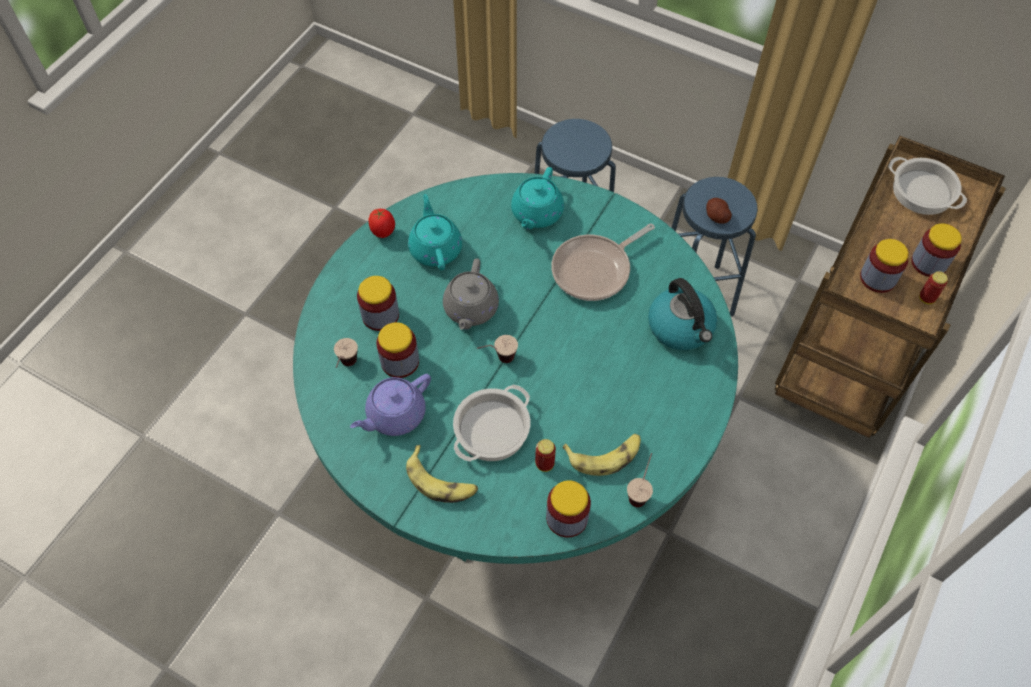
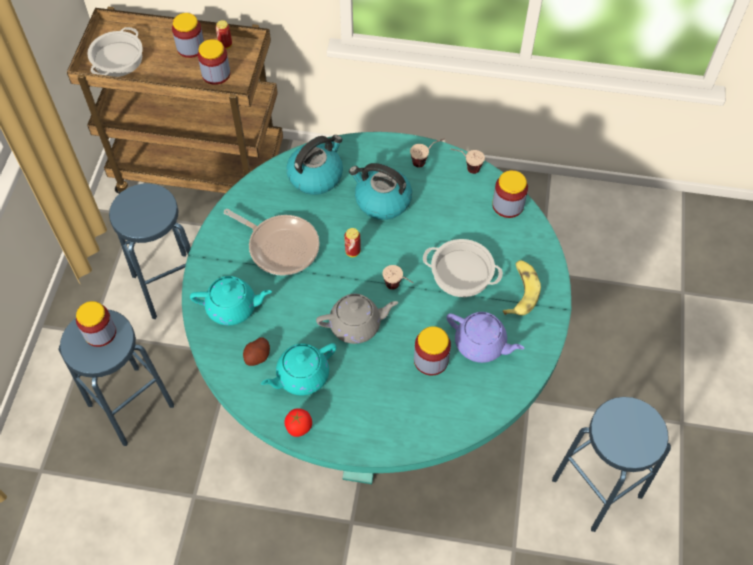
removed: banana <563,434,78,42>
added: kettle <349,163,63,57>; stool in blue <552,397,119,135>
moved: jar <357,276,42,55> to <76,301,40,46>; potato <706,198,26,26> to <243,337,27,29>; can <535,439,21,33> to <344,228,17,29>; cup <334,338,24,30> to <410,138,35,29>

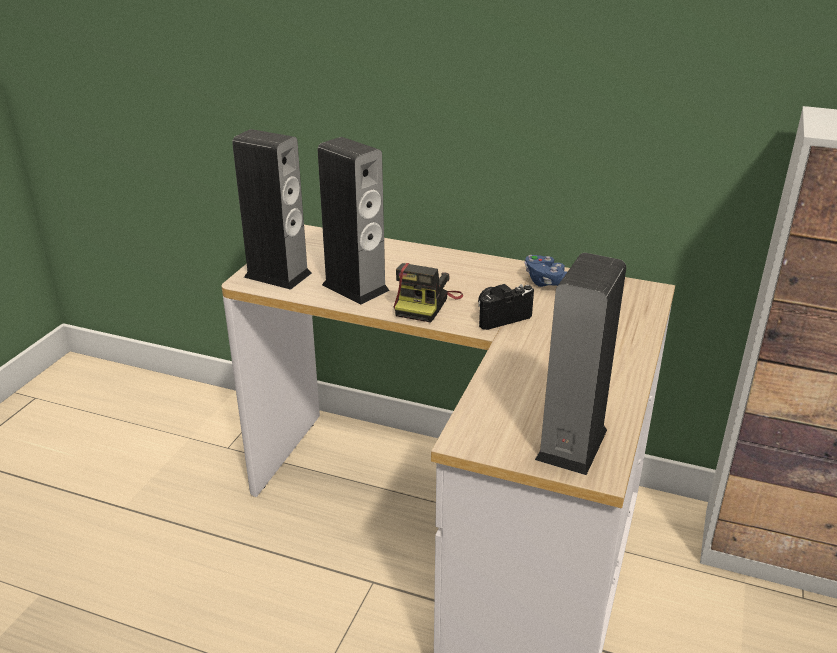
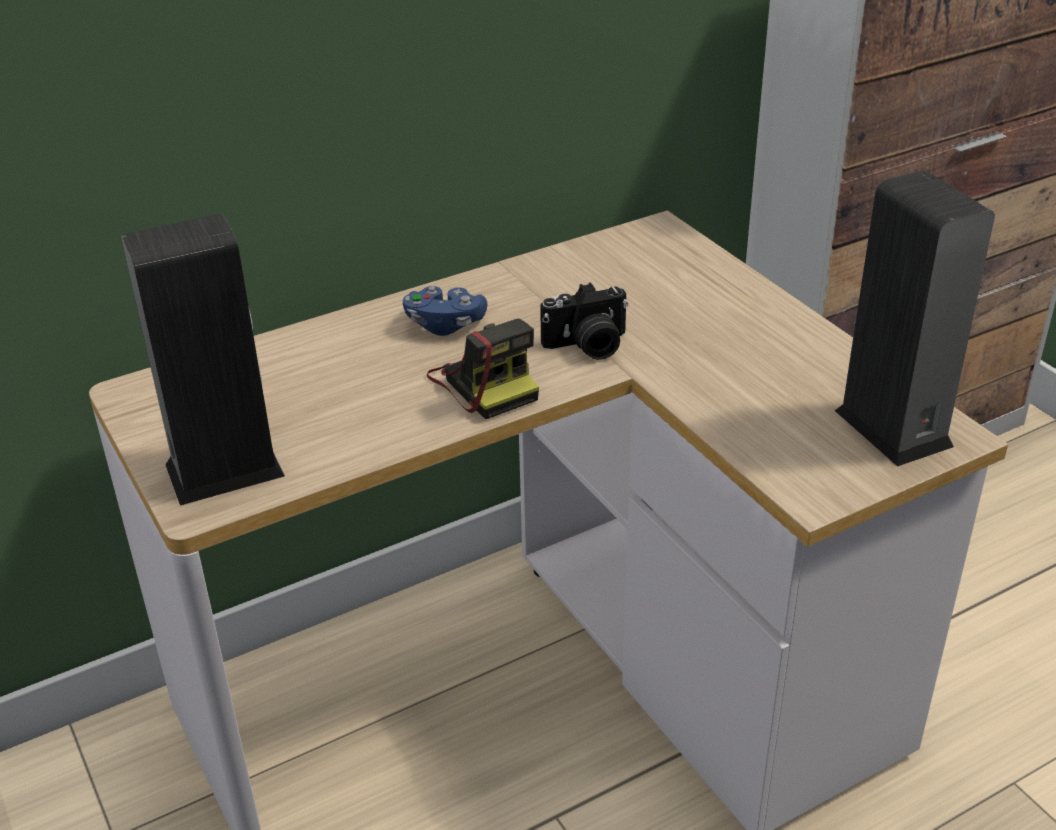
removed: speaker <318,137,72,167>
moved: game controller in blue <524,255,43,32> to <403,286,84,50>
turned: photo camera <478,284,56,46> = <540,283,88,77> 120 degrees counterclockwise

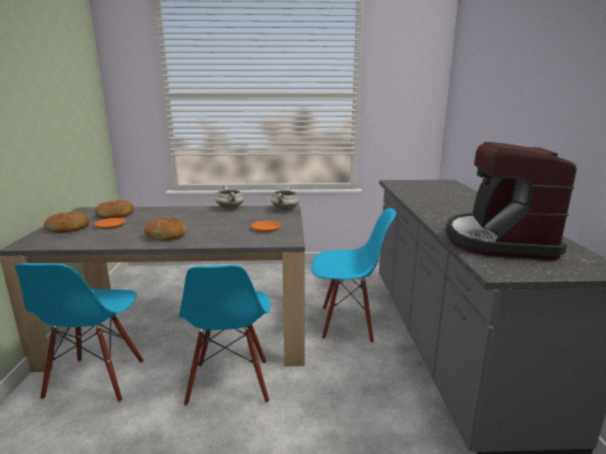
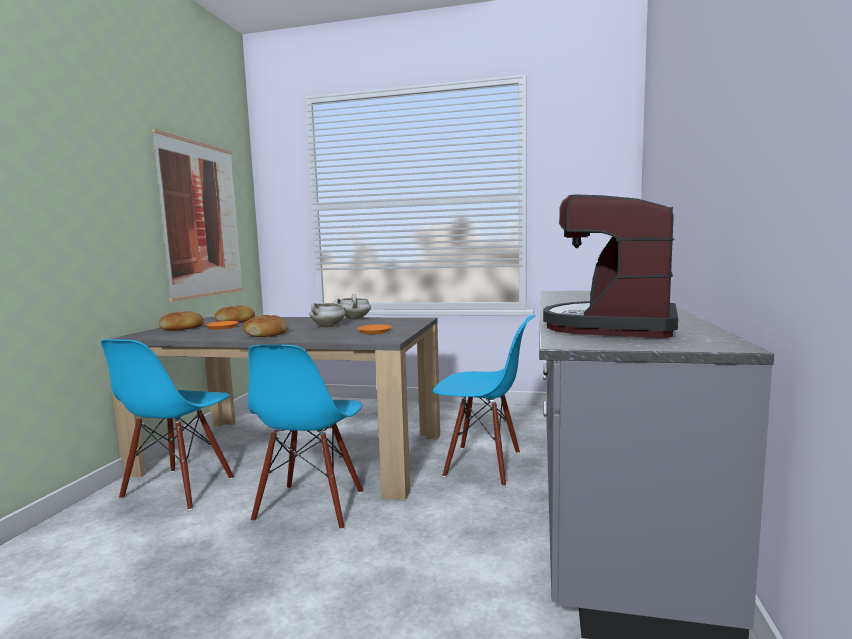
added: picture <152,129,91,173>
moved: cooking pot in white <271,186,29,25> to <309,299,37,28>

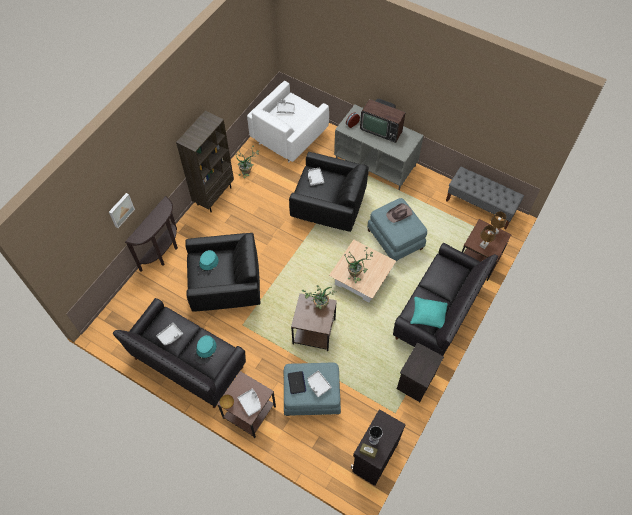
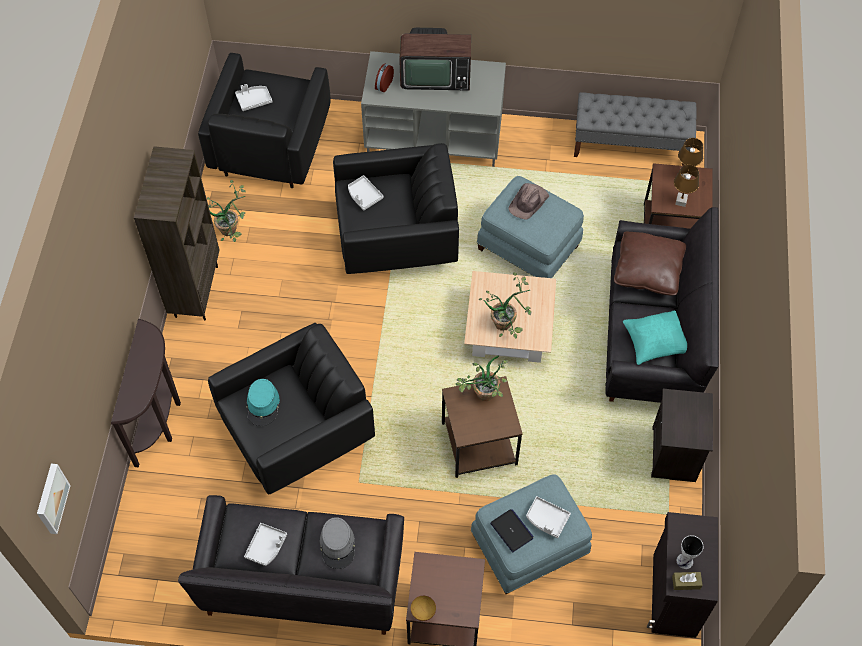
removed: tray in grey <237,389,24,27>
added: pillow in brown <614,231,72,65>
moved: picture <109,193,26,35> to <37,463,34,71>
recoloured: armchair in white <247,81,82,81> to armchair in black <198,53,132,135>; hat in turquoise <194,335,22,29> to hat in grey <320,517,35,52>

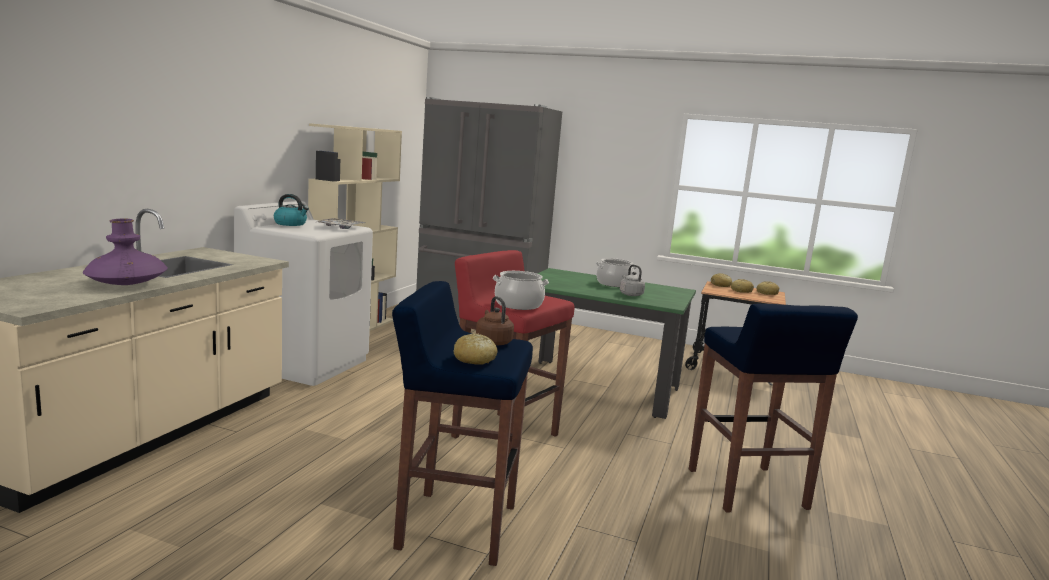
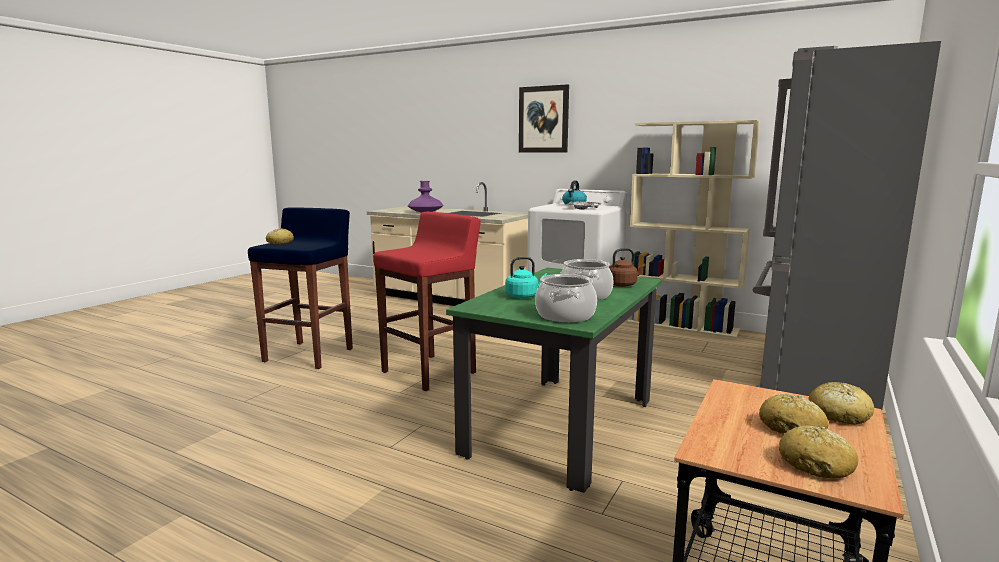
removed: stool in blue <689,304,169,208>
added: picture <519,84,50,69>
moved: cooking pot <493,271,56,39> to <535,274,62,49>; kettle in brown <476,296,38,50> to <609,248,36,39>
recoloured: kettle in grey <620,265,25,31> to kettle in turquoise <505,257,42,42>

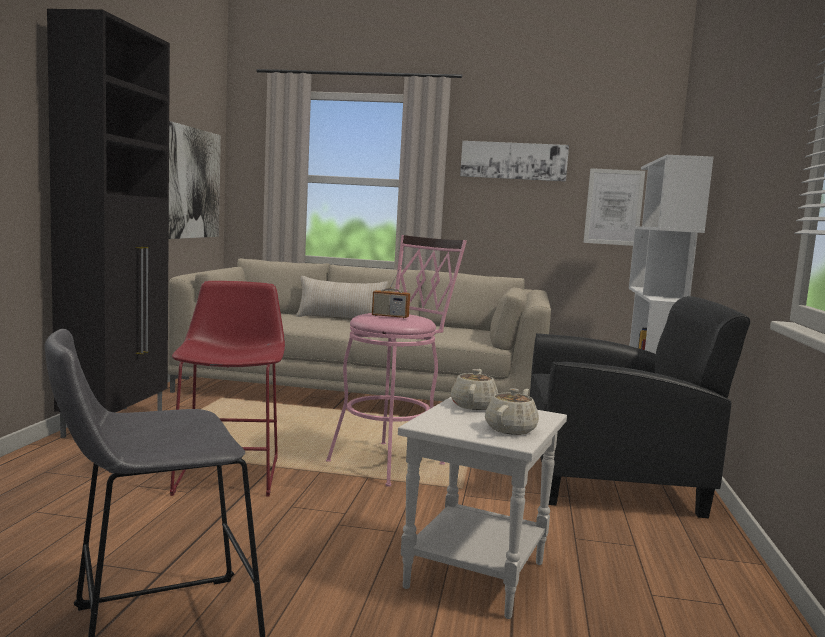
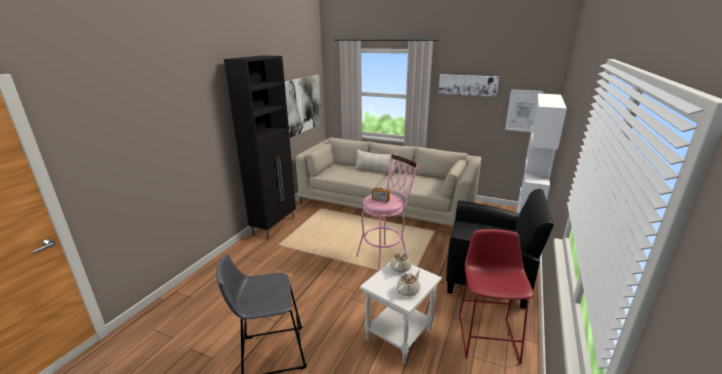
moved: stool in red <170,281,115,216> to <459,229,75,135>

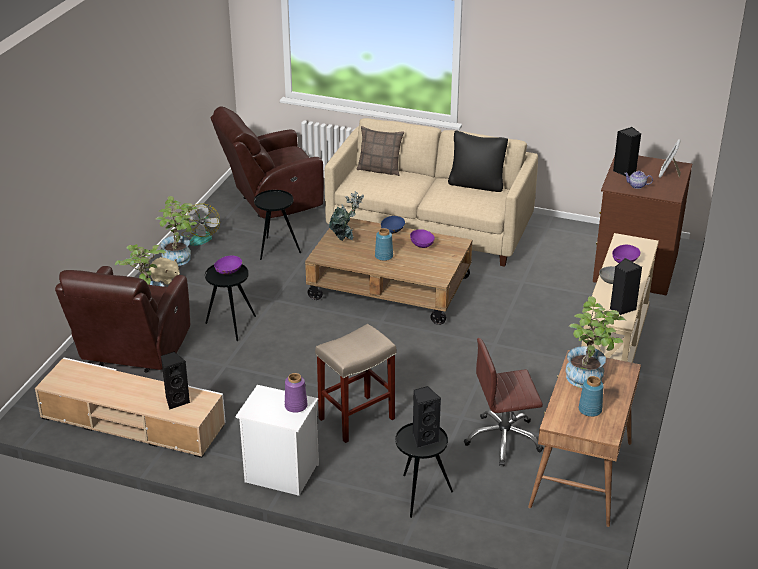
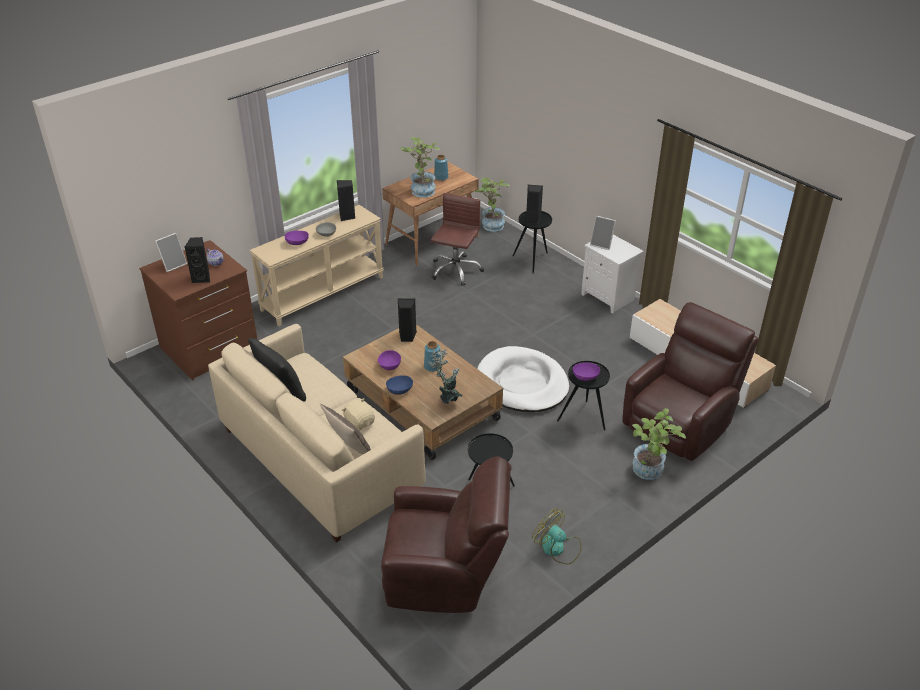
removed: stool in beige <315,324,81,119>
added: dog bed in white <477,346,92,66>
moved: plush toy in beige <149,257,31,28> to <342,398,33,33>; speaker in black <161,352,30,58> to <397,298,19,44>; potted plant <156,196,42,70> to <475,178,35,54>
replaced: vase in purple <285,373,23,40> to picture frame <590,216,26,34>
turned: office chair in brown <464,338,79,128> = <431,193,53,93> 90 degrees counterclockwise; fan <181,204,39,42> = <532,508,50,56> 75 degrees counterclockwise

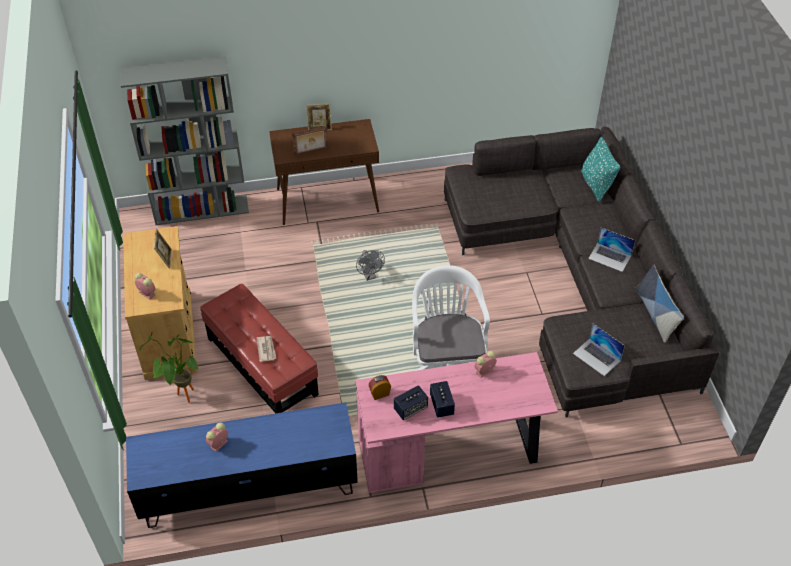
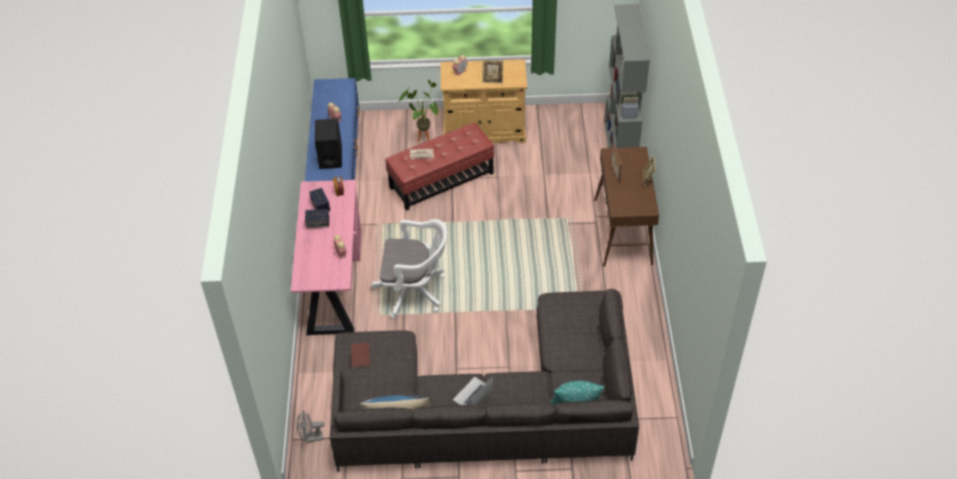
added: speaker in black <315,119,27,50>
moved: fan in grey <356,250,29,31> to <297,411,28,32>
replaced: laptop <573,324,52,52> to book in brown <351,343,19,26>

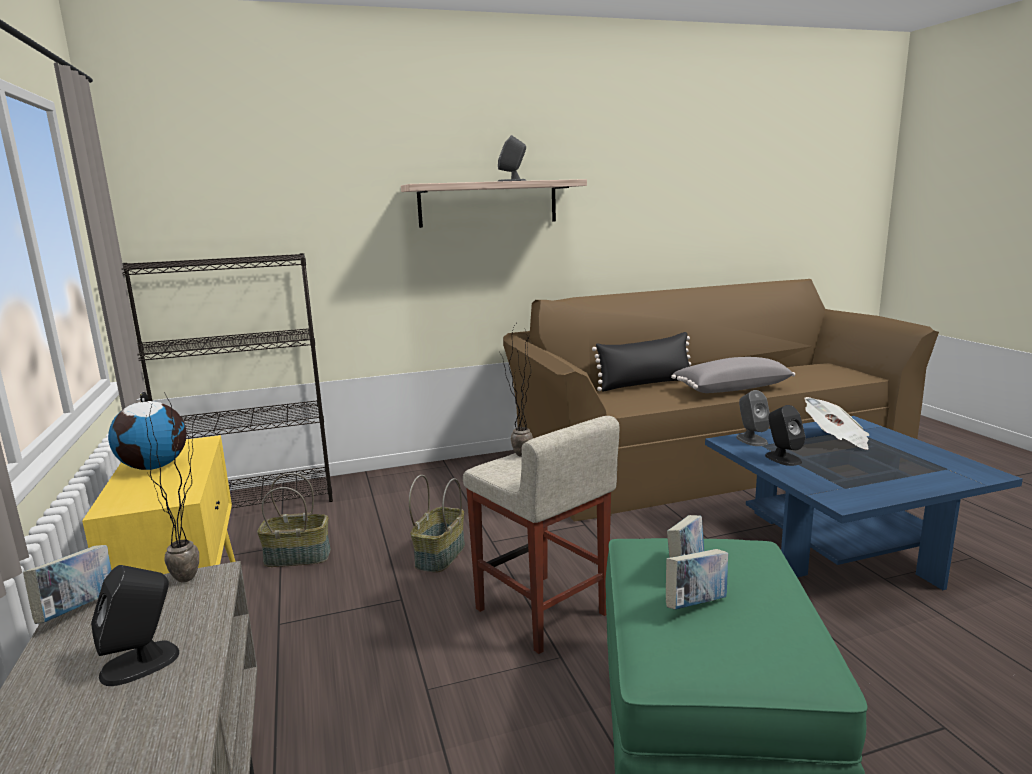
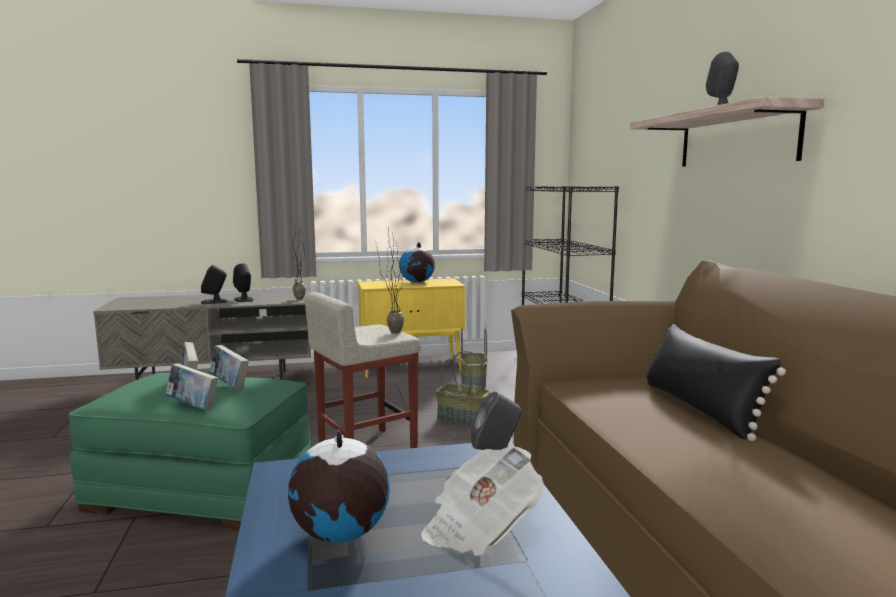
removed: pillow in grey <671,357,124,36>
added: globe <288,429,102,114>
moved: book <23,545,88,79> to <165,363,53,47>; speaker in black <765,405,40,61> to <201,265,26,39>

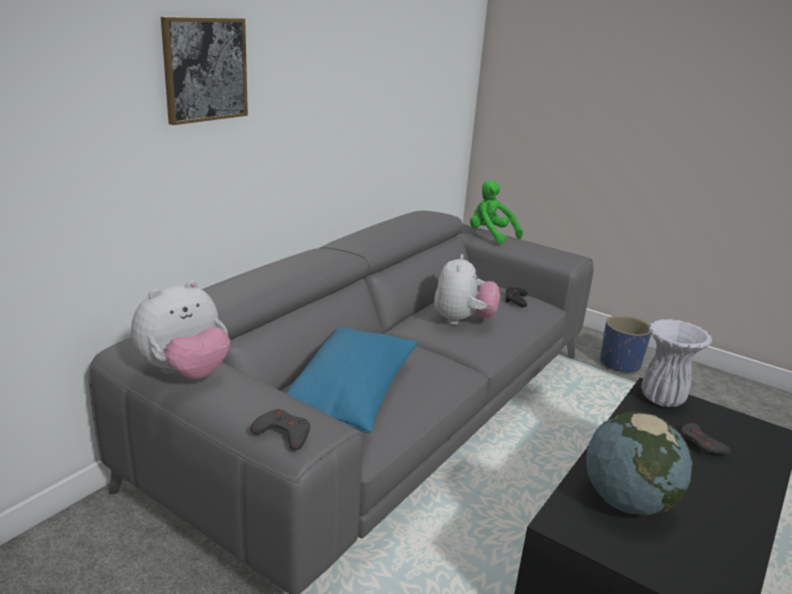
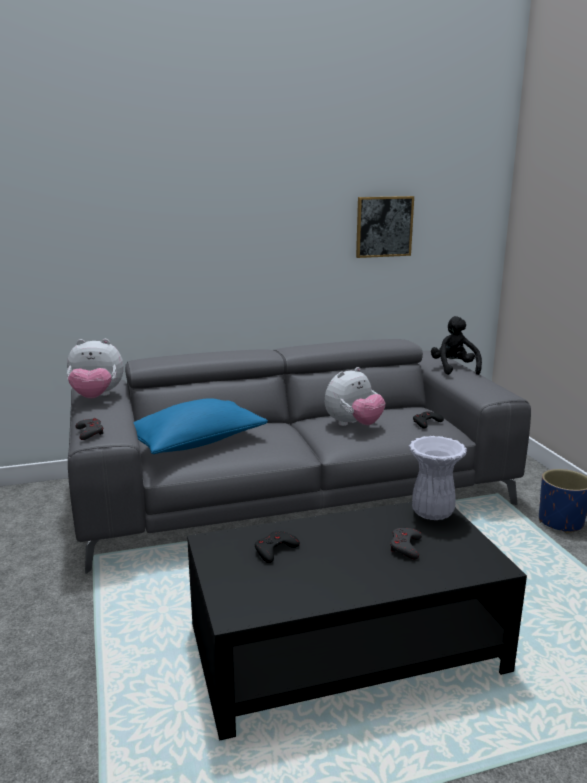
moved: picture <161,17,87,108> to <356,196,58,62>
replaced: globe <586,411,107,105> to game controller in black <255,531,45,32>
recoloured: plush toy in green <470,180,53,64> to plush toy in black <431,316,51,59>

